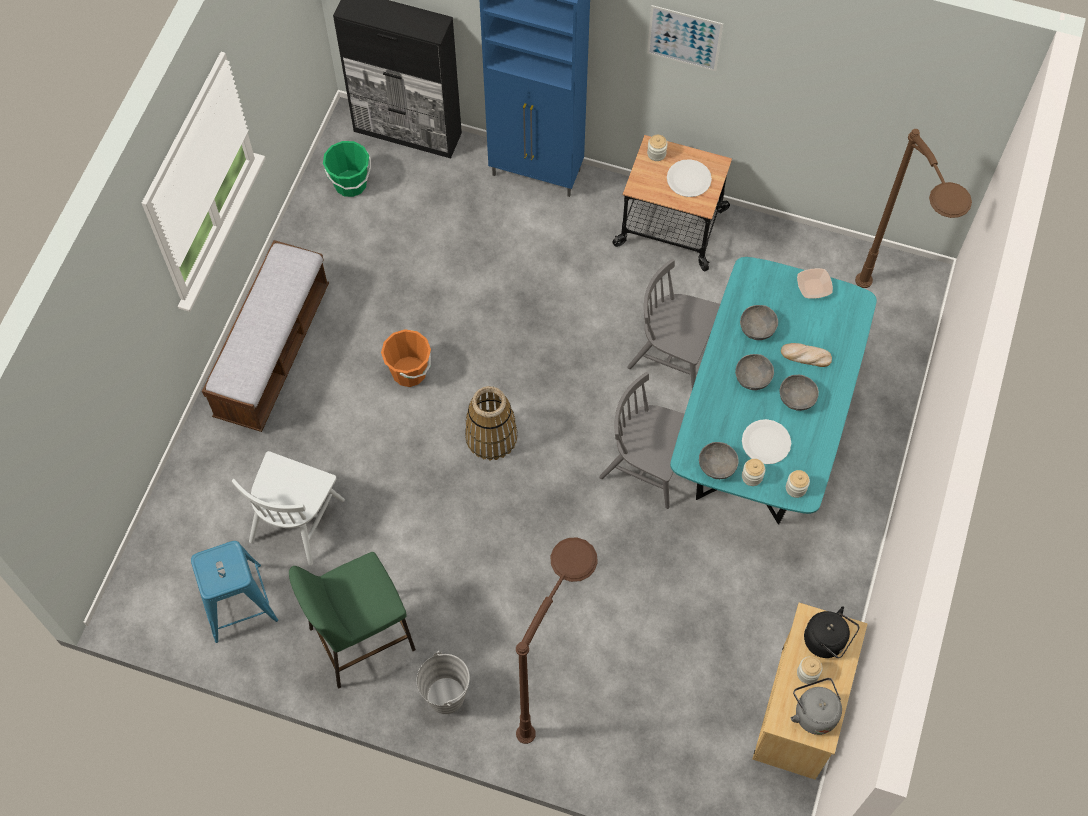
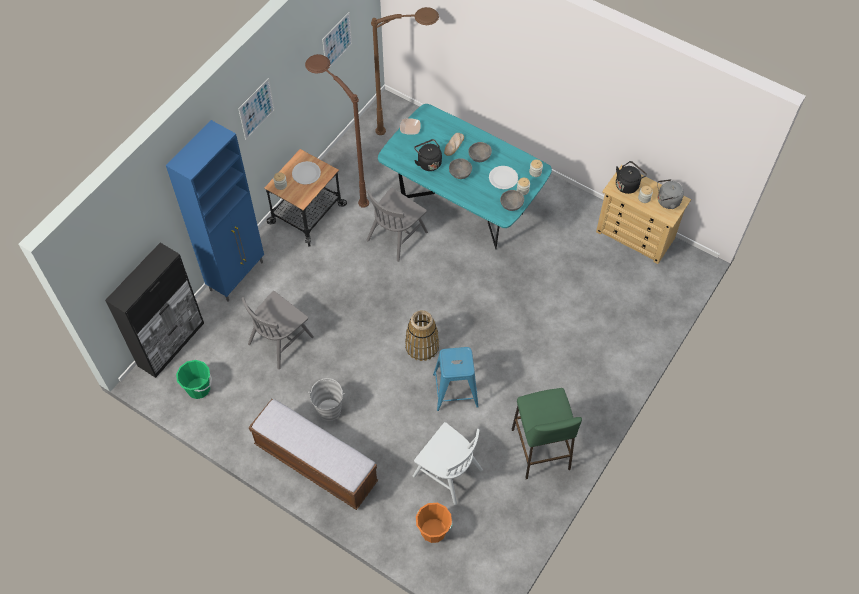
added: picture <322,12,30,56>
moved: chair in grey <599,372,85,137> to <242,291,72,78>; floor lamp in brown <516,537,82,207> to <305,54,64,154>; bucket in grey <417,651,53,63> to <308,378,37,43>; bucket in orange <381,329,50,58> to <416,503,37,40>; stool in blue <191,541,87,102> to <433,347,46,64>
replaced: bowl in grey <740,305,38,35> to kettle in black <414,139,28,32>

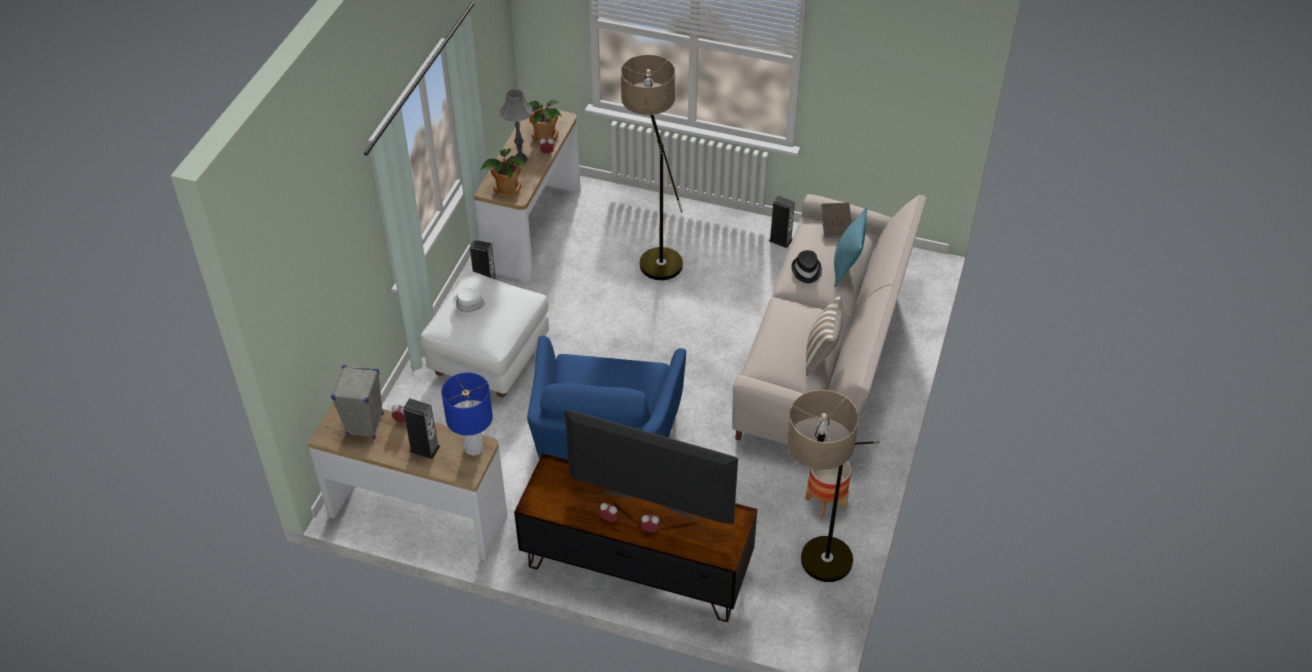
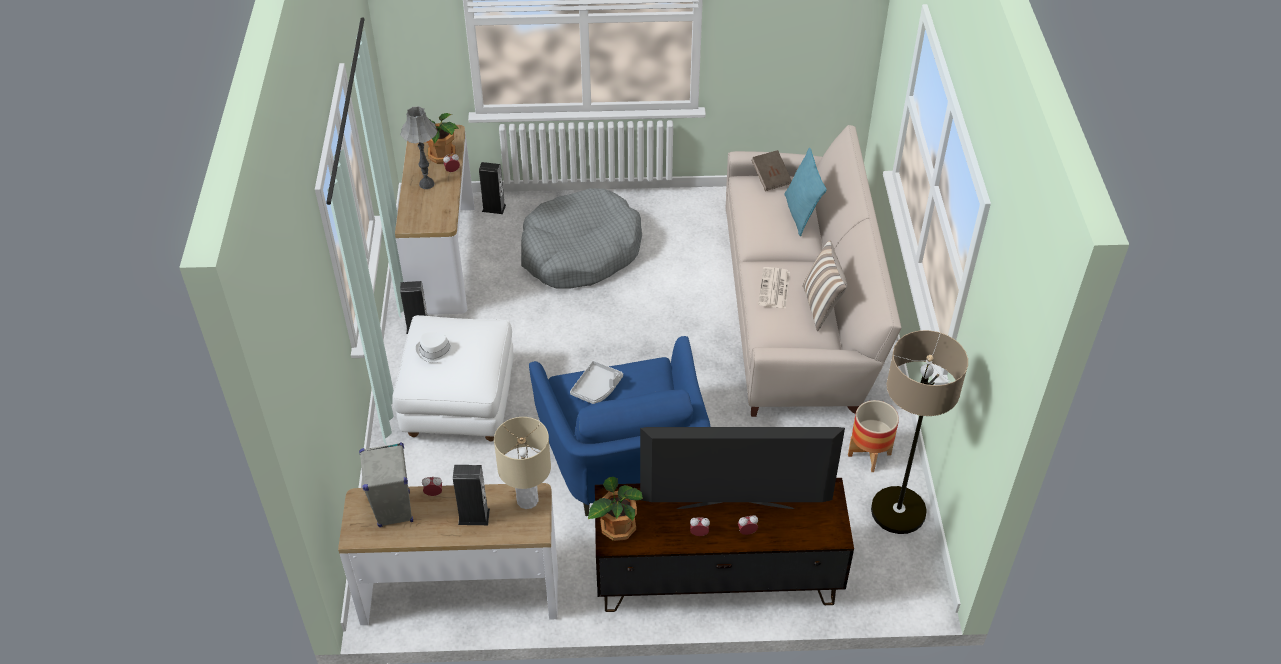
removed: hat in black <792,250,30,33>
added: tray in grey <570,361,53,43>; newspaper <758,267,32,42>
moved: speaker <769,196,26,52> to <479,162,27,52>; potted plant <481,148,43,50> to <588,477,55,64>
replaced: floor lamp <621,54,62,226> to dog bed in grey <521,188,121,101>
recoloured: table lamp in blue <441,372,52,84> to table lamp in beige <494,417,57,92>

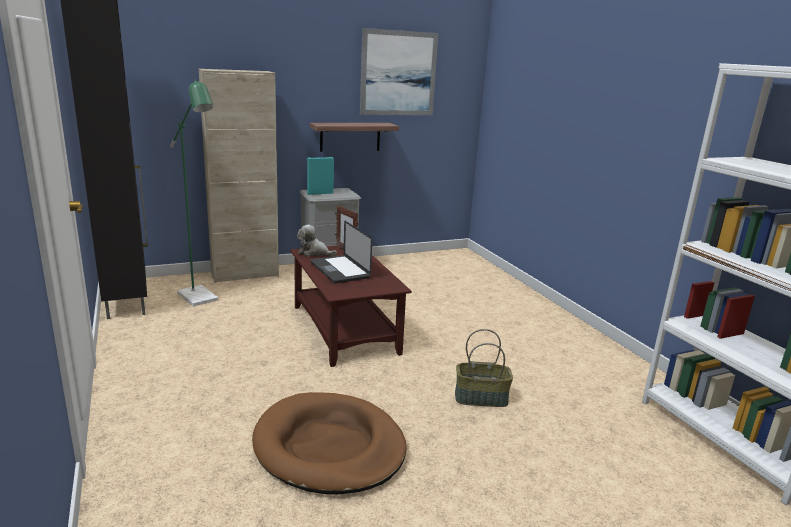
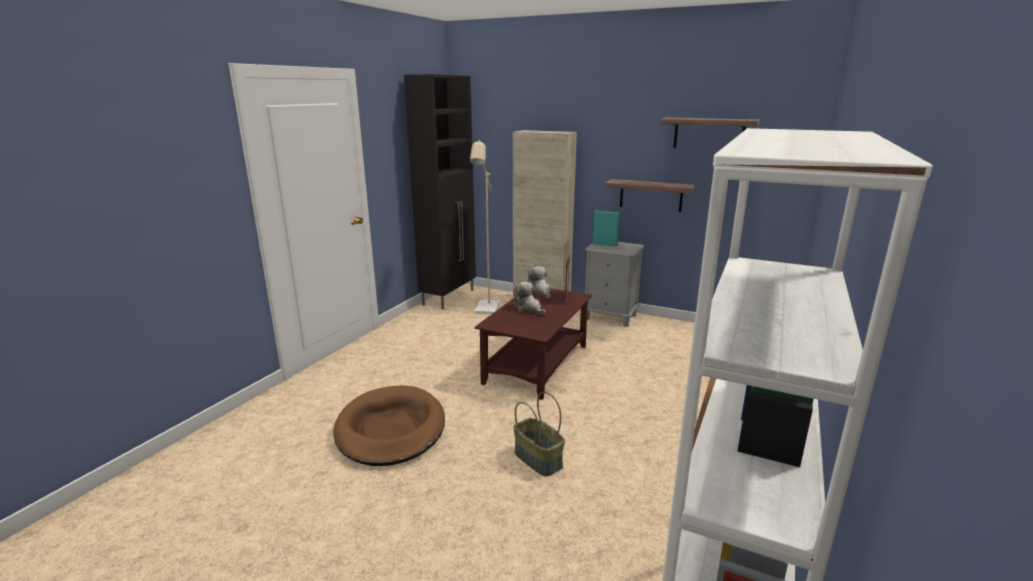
replaced: laptop <310,221,62,63> to plush toy <514,281,32,34>; picture <360,28,79,87> to shelf <660,118,99,30>
recoloured: floor lamp in green <170,80,48,226> to floor lamp in beige <470,139,30,175>

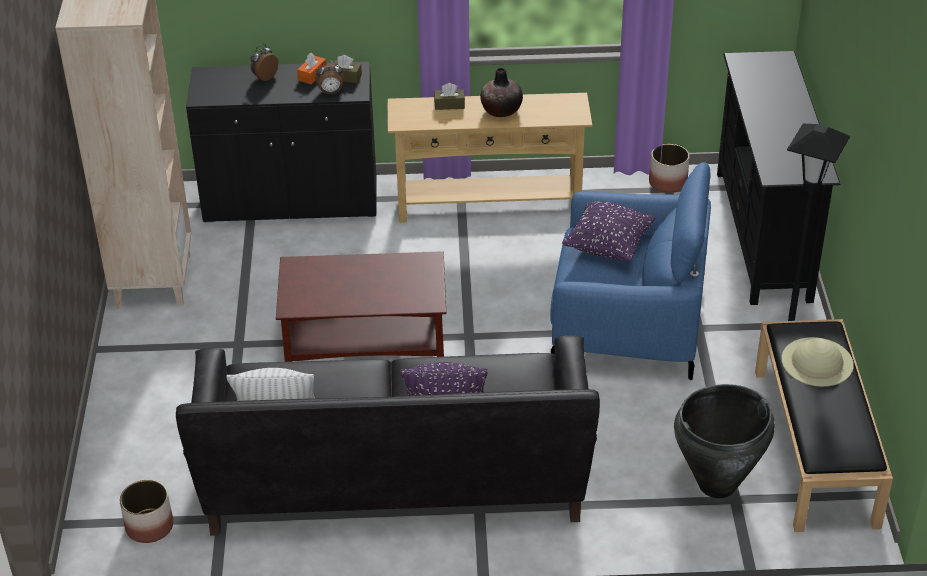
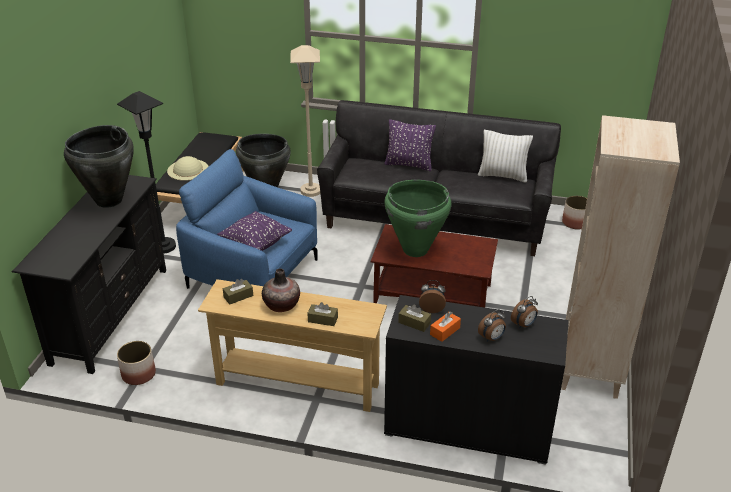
added: vase in black <64,125,70,83>; tissue box in brown <223,279,30,26>; floor lamp in beige <290,45,30,152>; vase in green <384,180,67,77>; alarm clock <511,296,27,32>

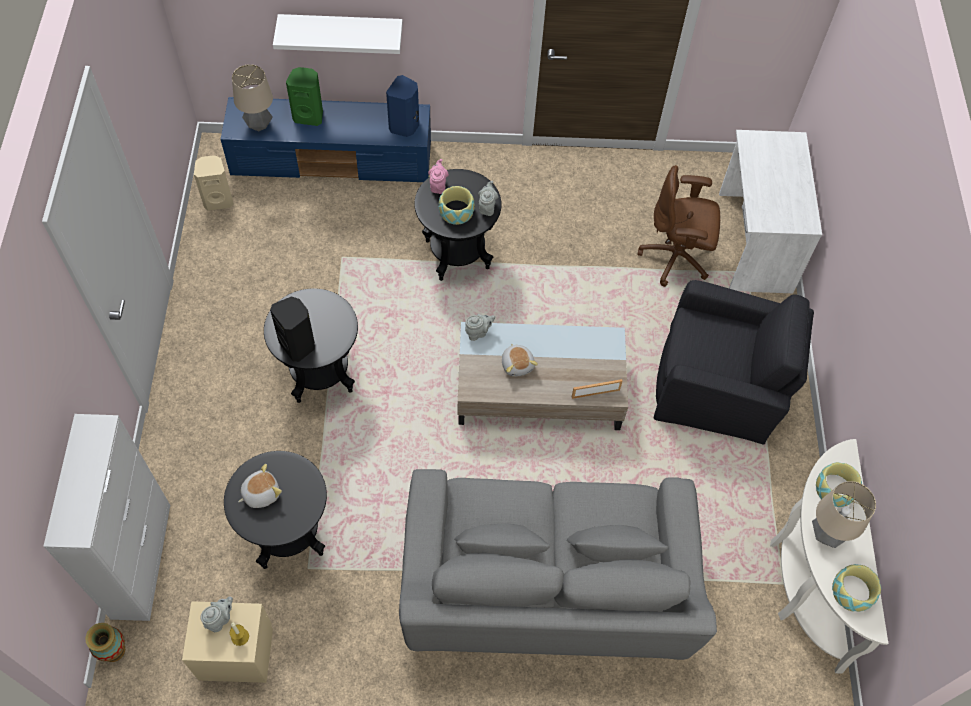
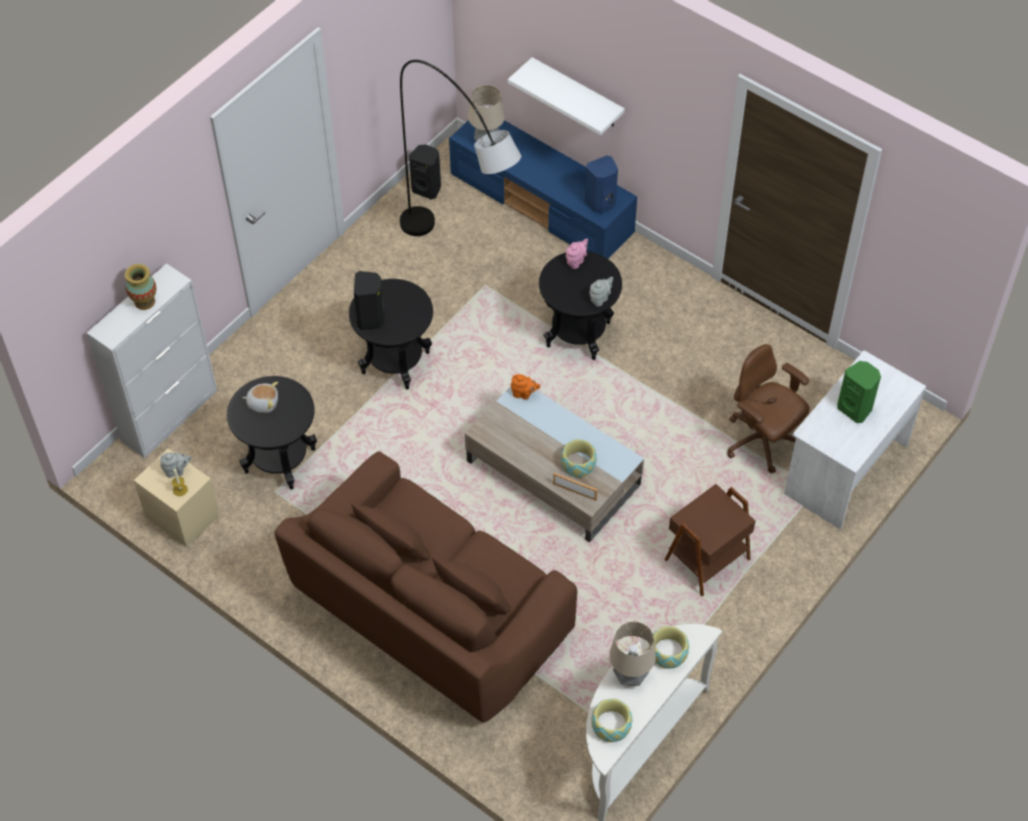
removed: plush toy <502,343,36,34>
added: floor lamp in grey <400,60,121,176>
moved: vase <85,623,40,39> to <125,264,31,46>; bowl <439,186,36,39> to <561,439,36,38>; speaker in green <286,67,37,59> to <837,361,44,62>
replaced: armchair in black <654,280,160,164> to side table in brown <665,484,90,112>
recoloured: sofa in grey <399,469,318,191> to sofa in brown <275,451,302,271>; speaker in beige <194,155,40,56> to speaker in black <409,144,32,55>; teapot in grey <465,314,30,27> to teapot in orange <511,374,30,26>

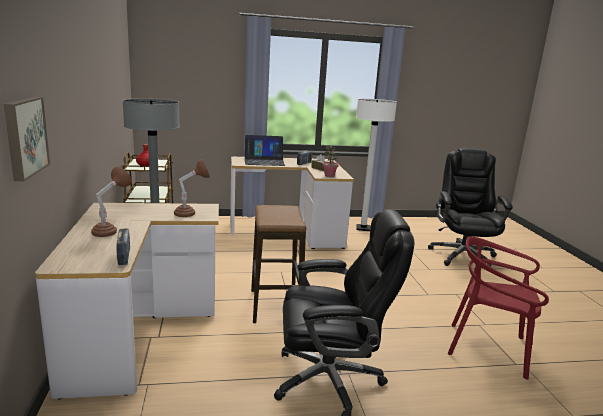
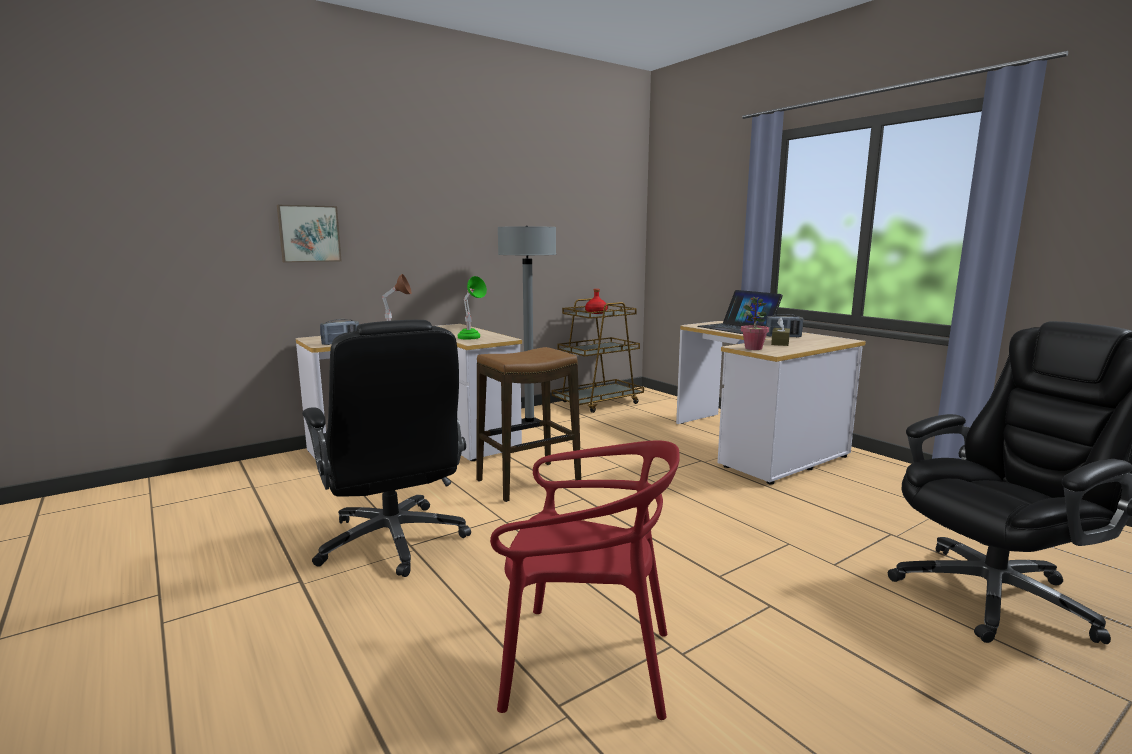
removed: floor lamp in white <356,98,41,133>
recoloured: table lamp in brown <174,159,36,58> to table lamp in green <458,276,29,64>
turned: chair in red <448,237,101,142> = <490,441,190,279> 105 degrees clockwise

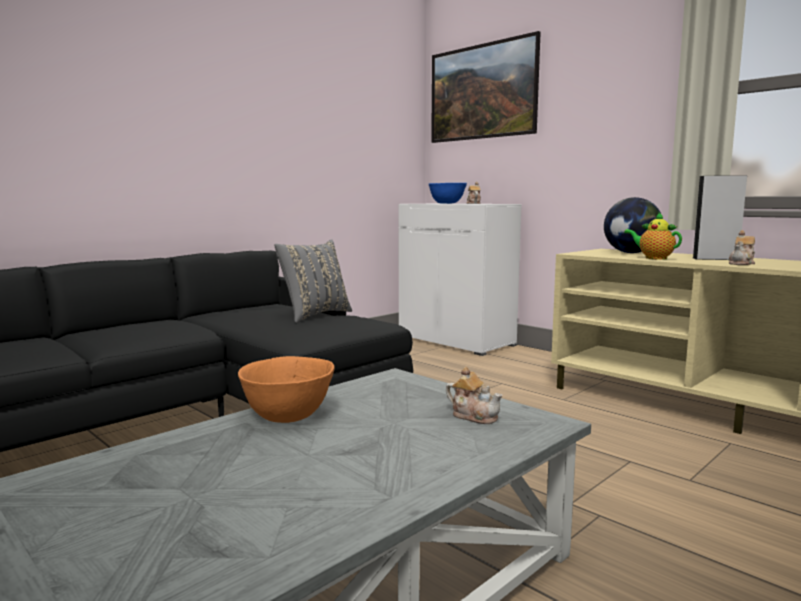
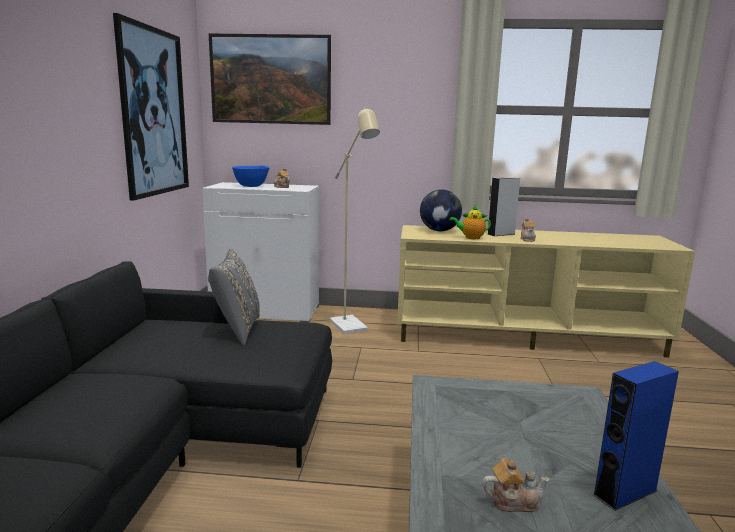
removed: bowl in orange <238,356,96,67>
added: picture <113,13,76,188>; floor lamp in beige <330,107,50,227>; speaker in blue <593,361,86,150>
moved: teapot <445,367,58,57> to <482,458,68,54>

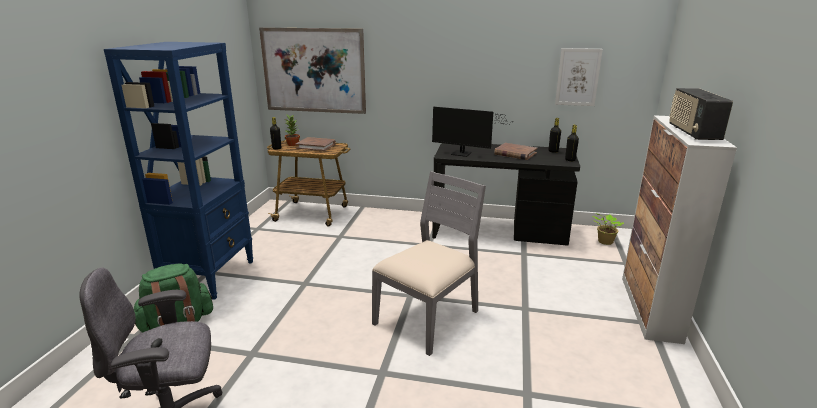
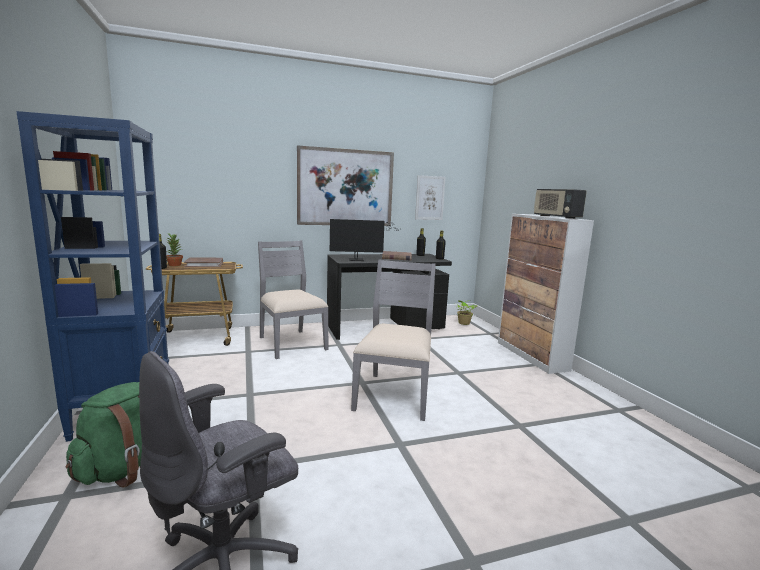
added: chair in grey <258,240,70,119>
moved: picture <259,27,107,87> to <297,145,97,81>

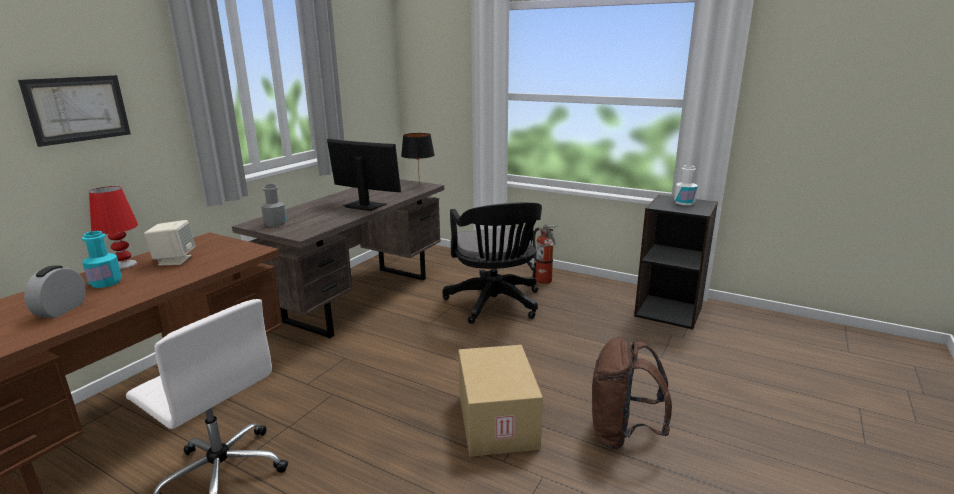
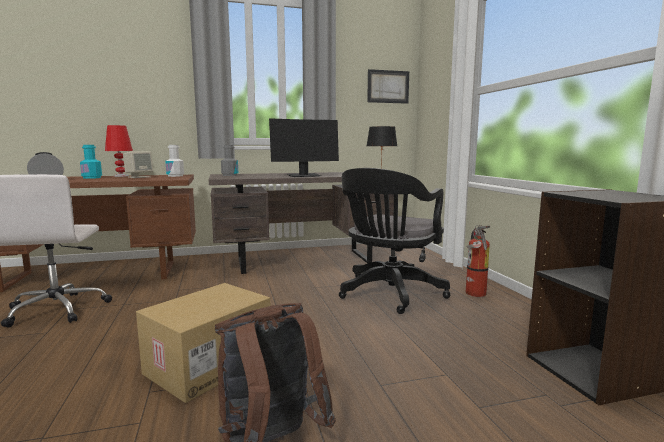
moved: bottle in white <674,165,24,40> to <166,145,18,32>; picture <18,75,113,72> to <367,69,42,35>
turned: monitor <327,139,74,72> = <269,118,70,59> 90 degrees clockwise

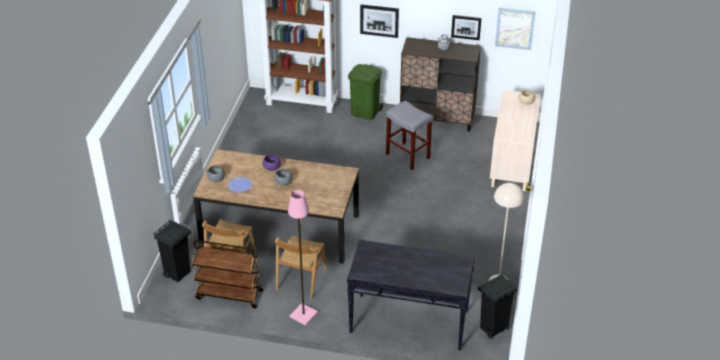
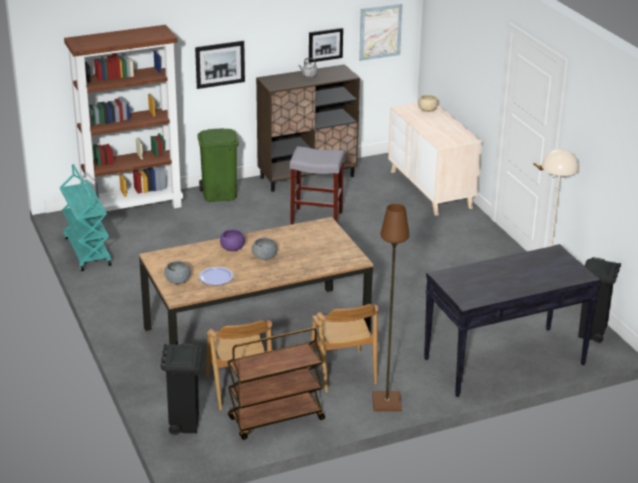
added: cart in turquoise <60,164,51,107>
recoloured: floor lamp in pink <288,190,30,135> to floor lamp in brown <372,204,37,207>

